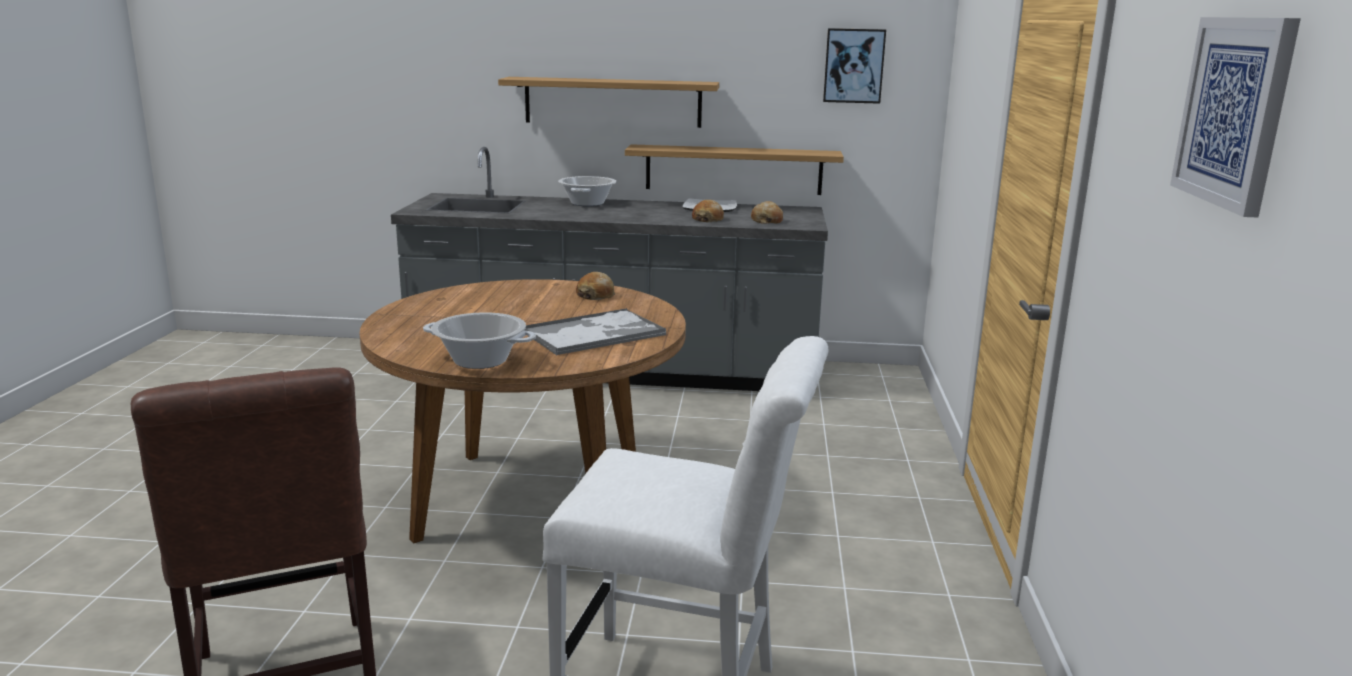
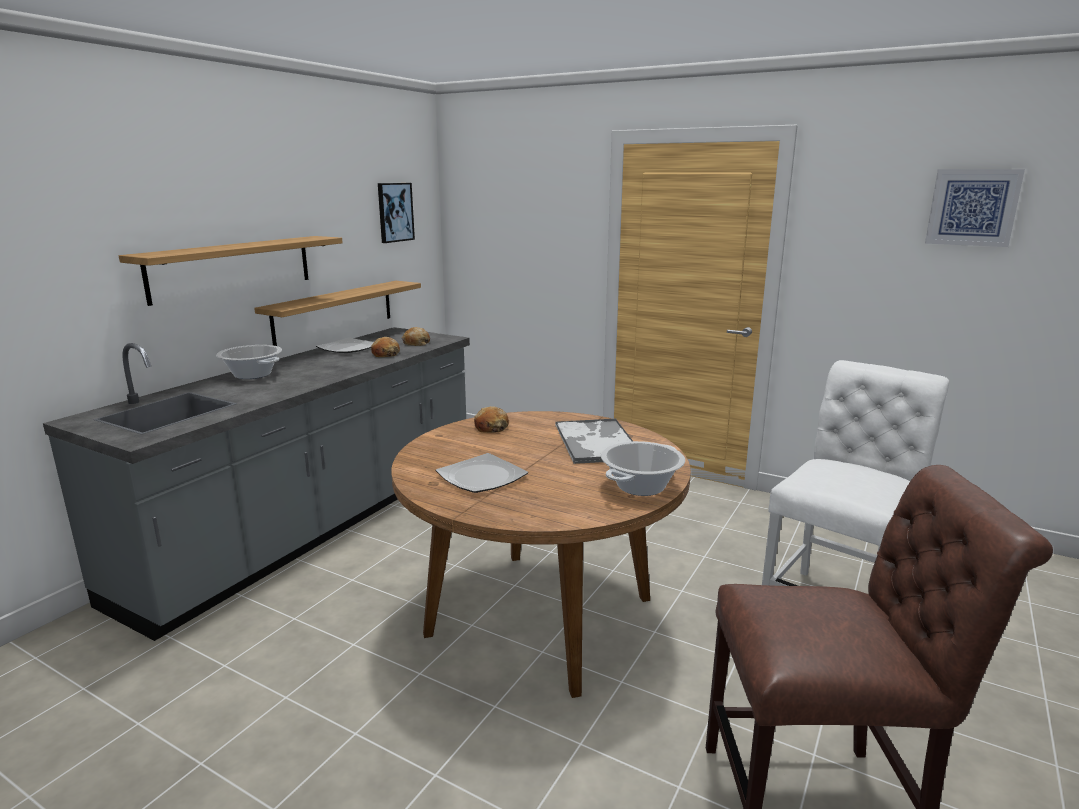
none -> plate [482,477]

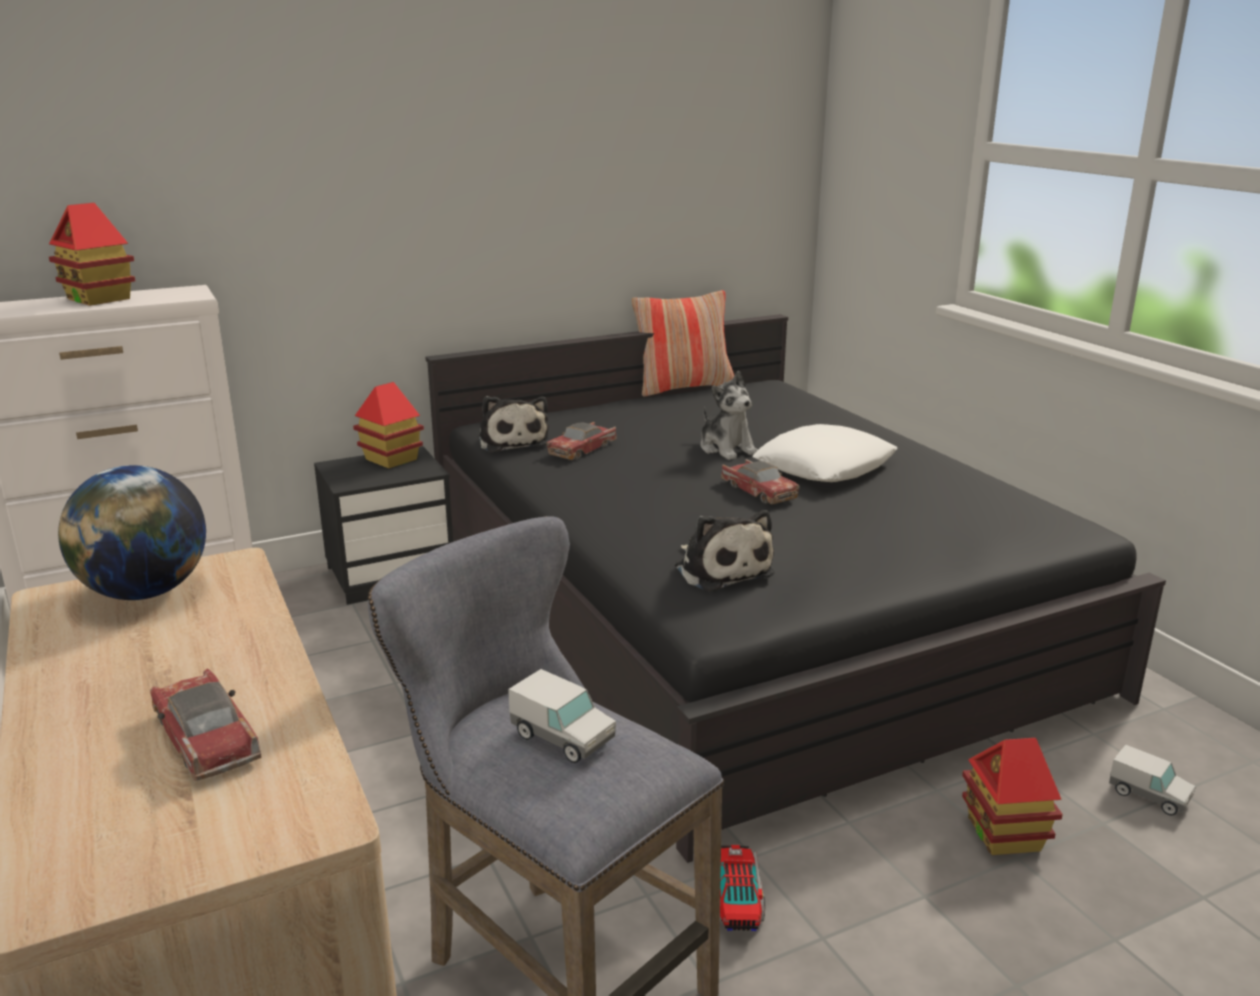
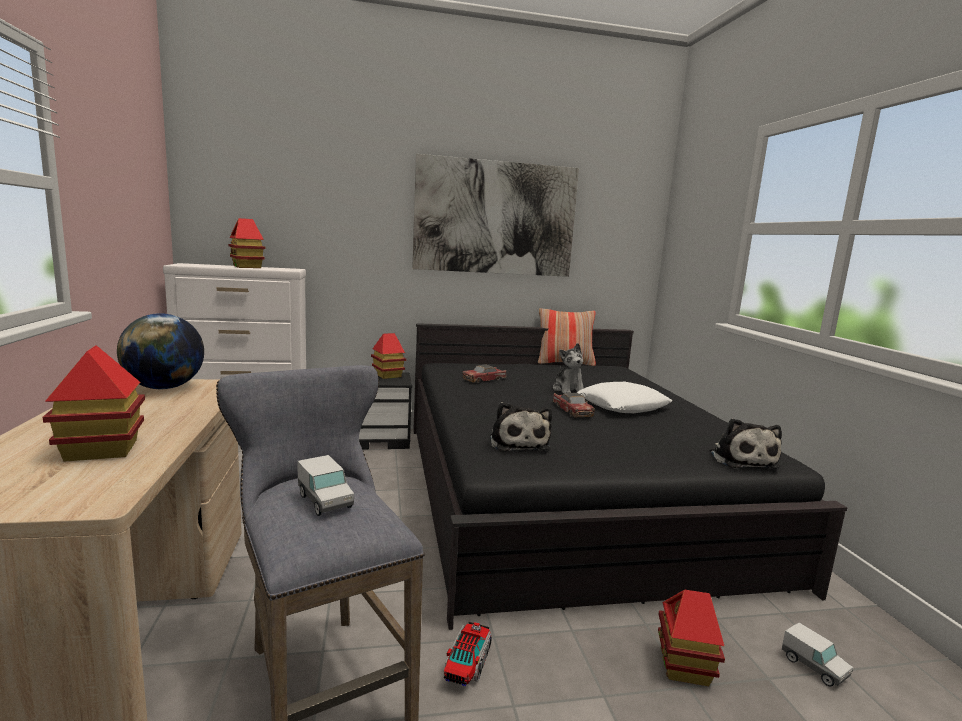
model car [206,738] -> model house [101,450]
none -> wall picture [495,218]
soft toy [512,441] -> soft toy [741,459], moved

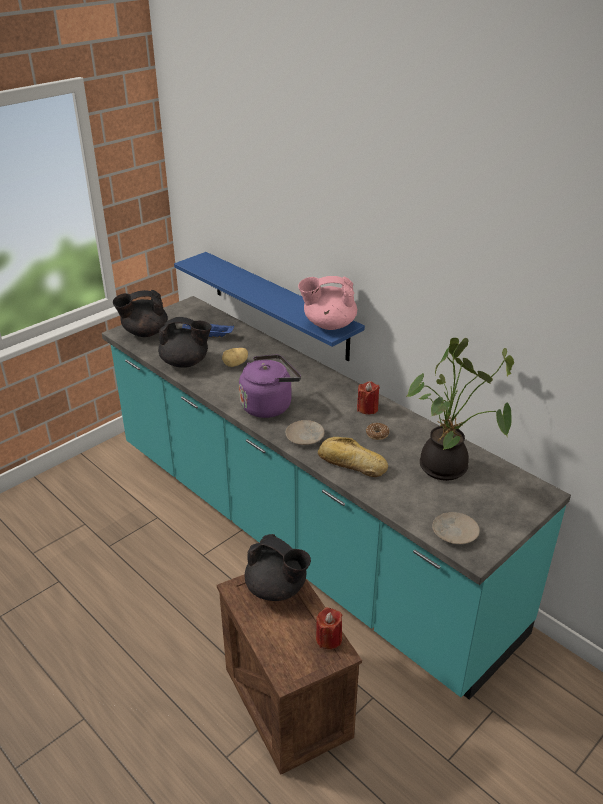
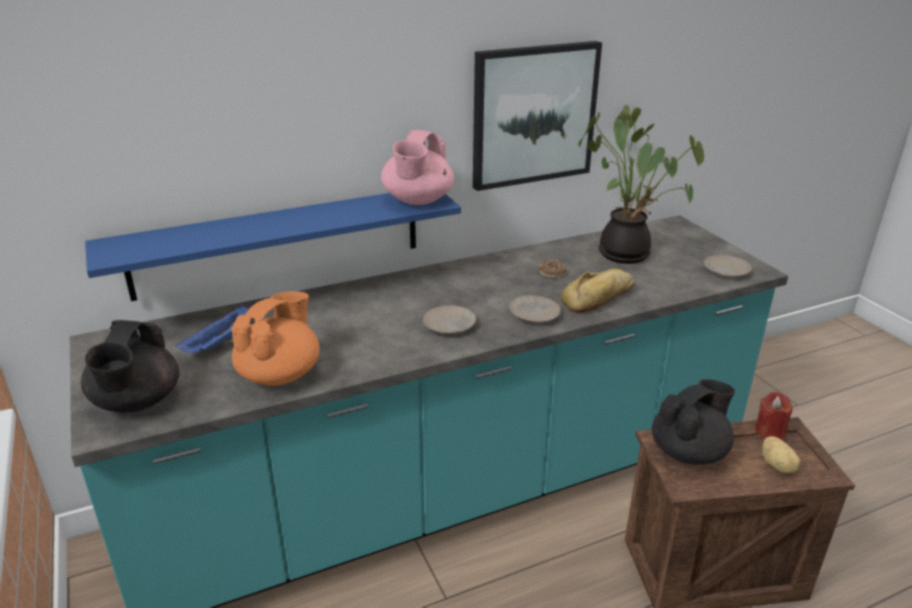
black pot for tea [185,362] -> orange pot for tea [280,374]
purple water kettle [269,405] -> sand-coloured plate [450,326]
none -> wall picture [533,115]
whole potato [235,364] -> whole potato [778,465], moved
red candle [367,408] -> none

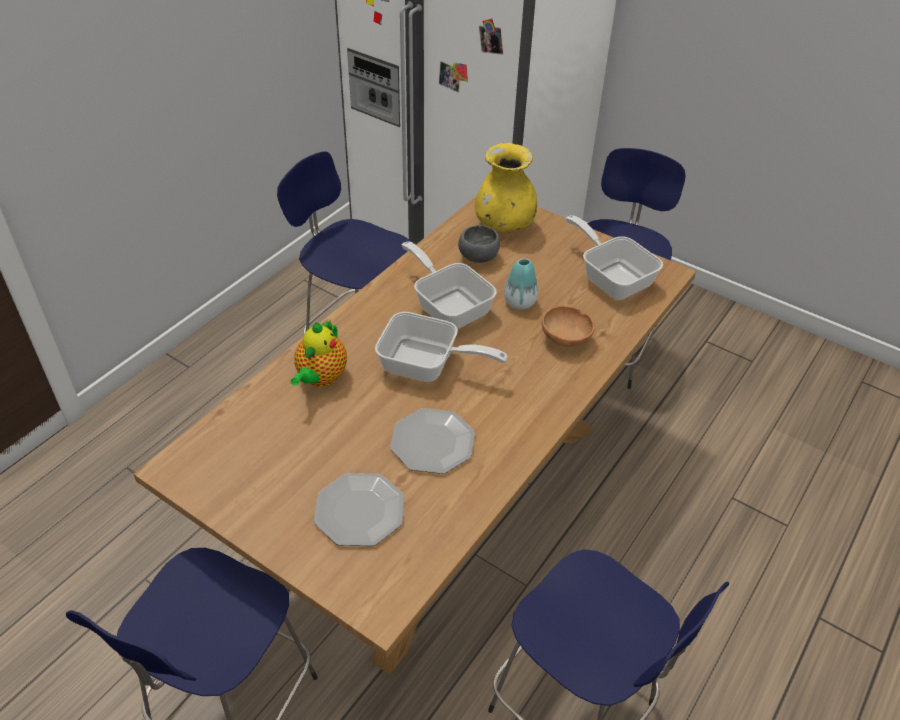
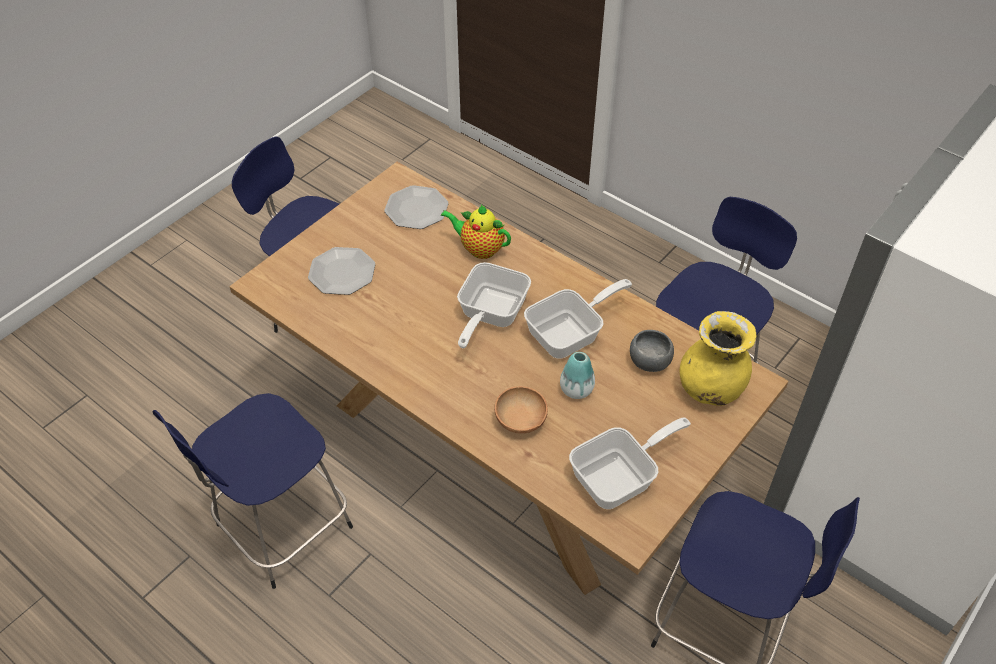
plate [432,442] -> plate [416,209], moved

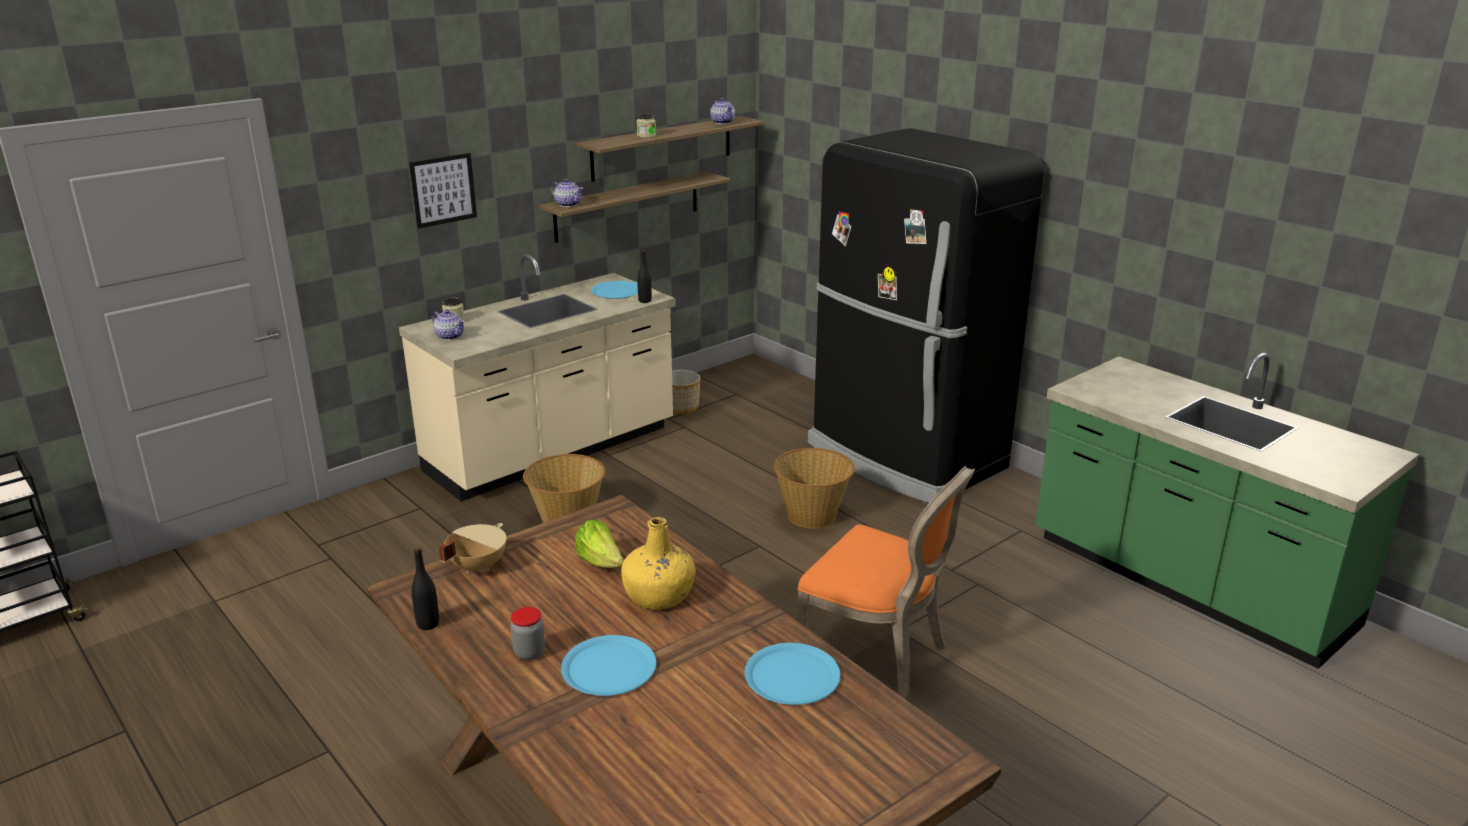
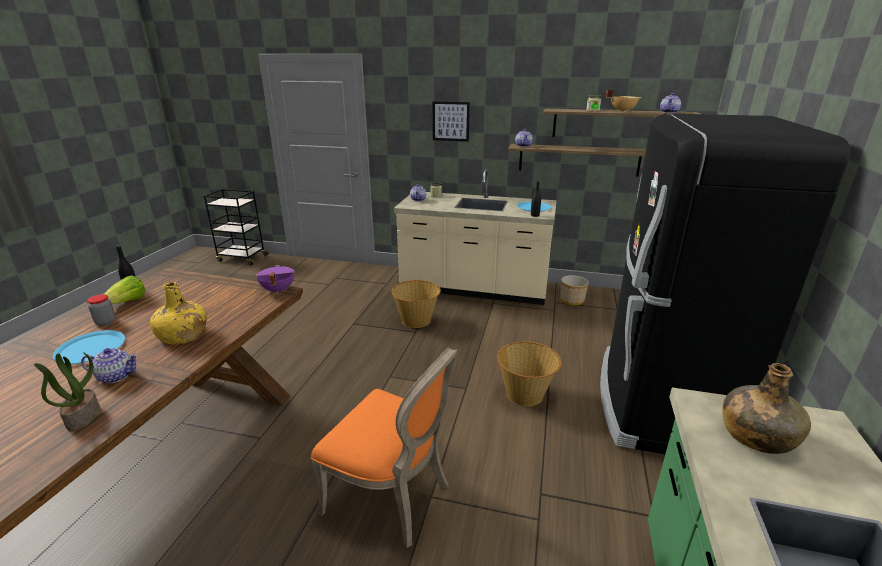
bluish plate [792,675] -> plant in a pot [82,416]
none -> pot for tea [116,376]
lettuce [601,563] -> lettuce [127,302], moved
none -> purple cooking pot [277,290]
orange upright chair [878,653] -> orange upright chair [393,497], 60 degrees counterclockwise
sand-coloured cooking pot [476,566] -> sand-coloured cooking pot [622,111], moved
none -> green drink bottle [756,435]

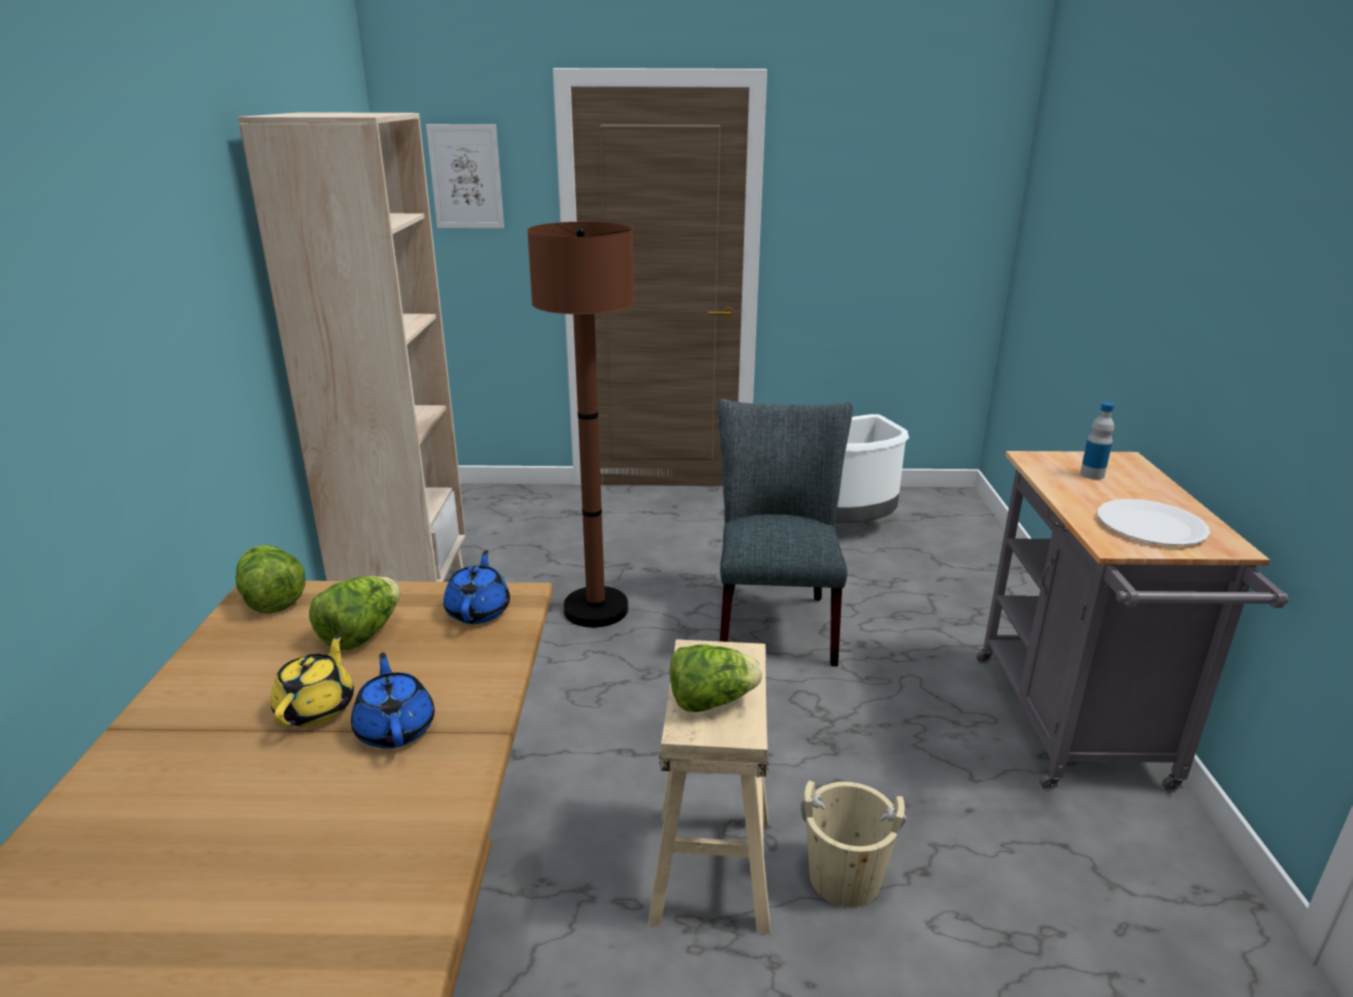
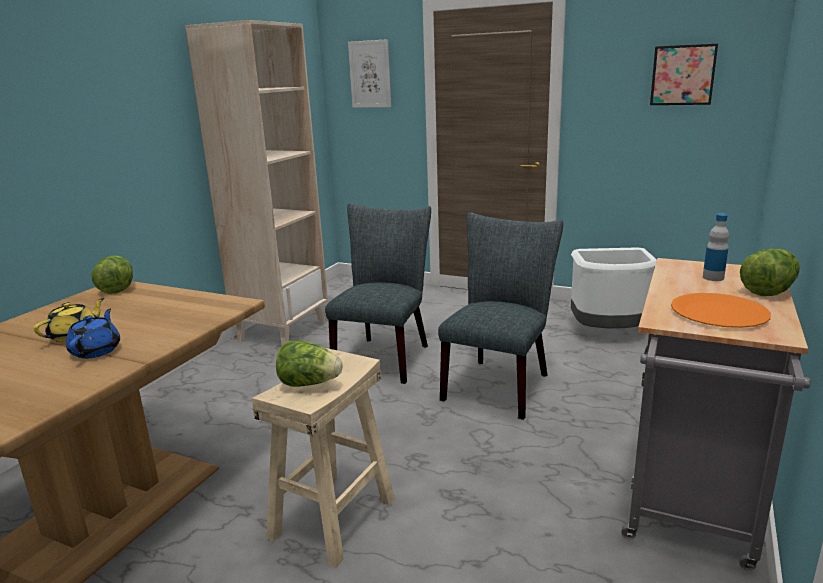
brownish standing lamp [596,609] -> grey upright chair [385,356]
none -> wall picture [683,75]
white-coloured plate [1150,525] -> orange plate [718,313]
lettuce [361,634] -> lettuce [769,291], moved
bluish pot for tea [479,611] -> none
sand-coloured bucket [844,877] -> none

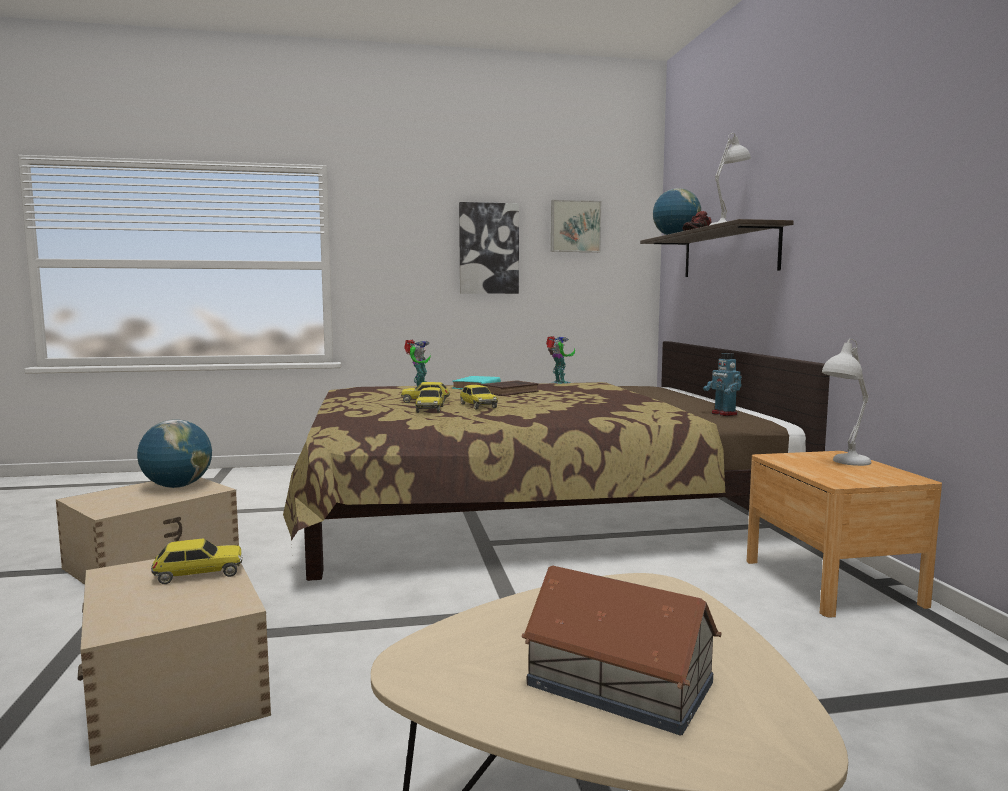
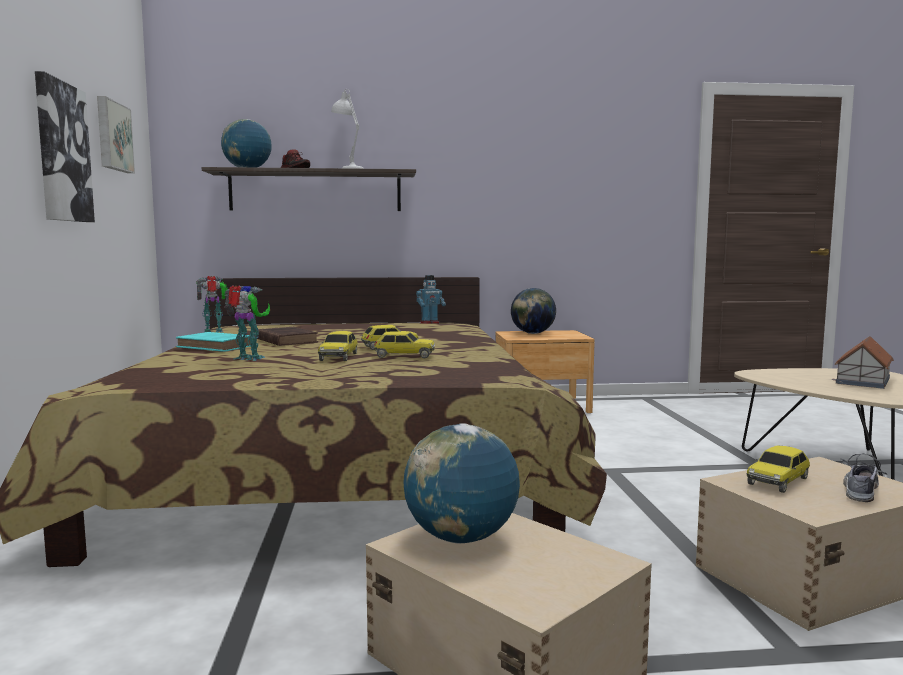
white-coloured lamp for a table [843,463] -> globe [532,333]
model car [198,573] -> model car [778,481], 120 degrees counterclockwise
none -> shoe [860,491]

